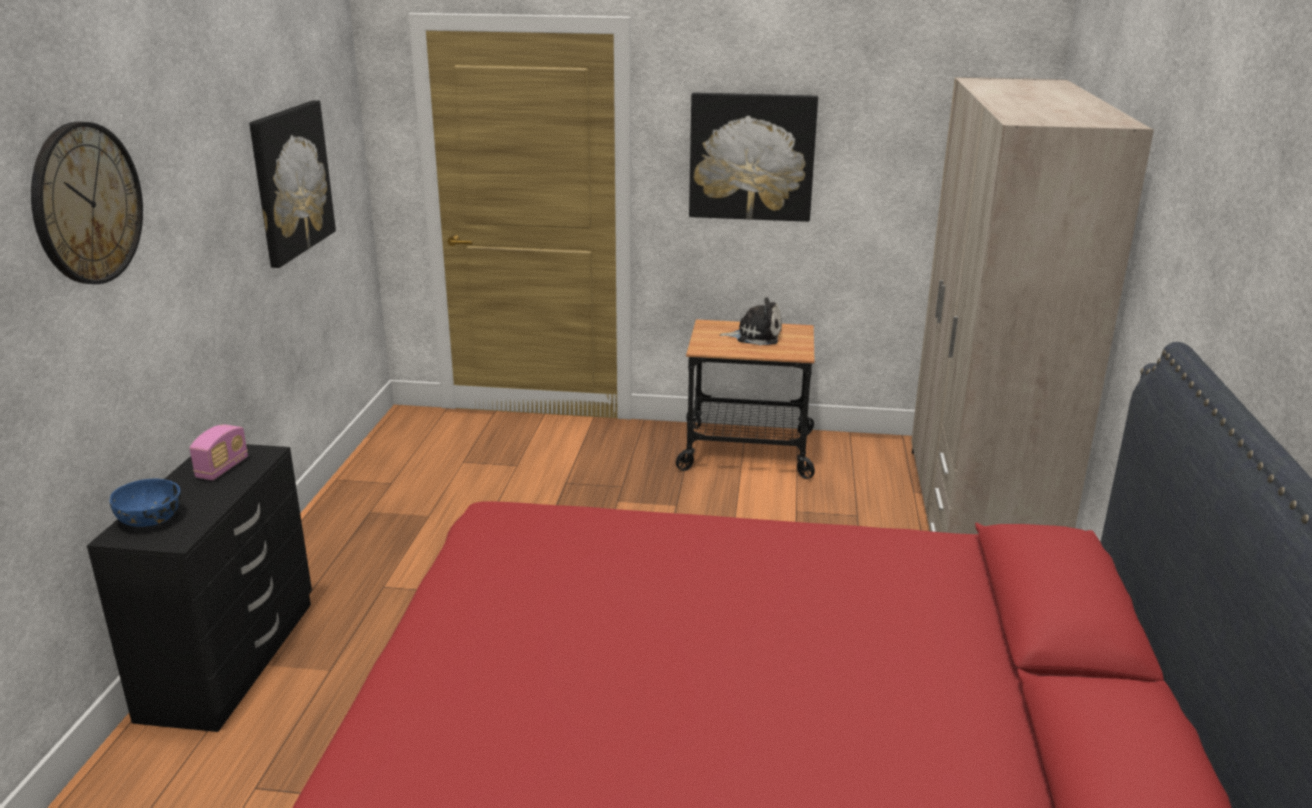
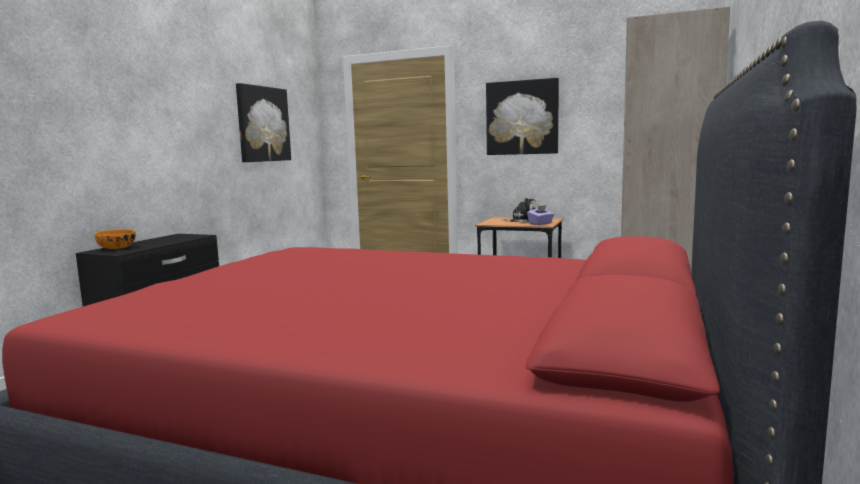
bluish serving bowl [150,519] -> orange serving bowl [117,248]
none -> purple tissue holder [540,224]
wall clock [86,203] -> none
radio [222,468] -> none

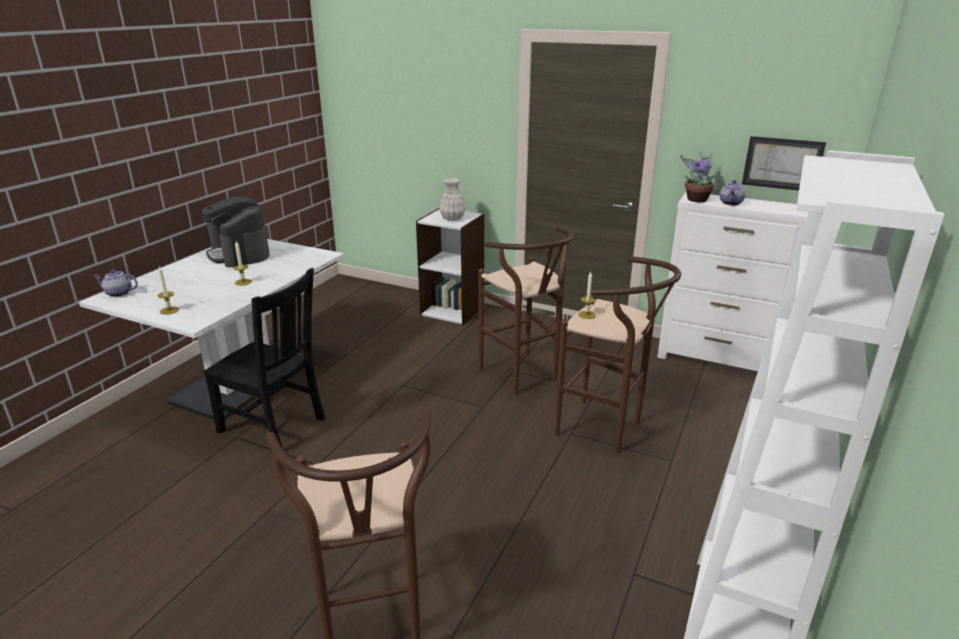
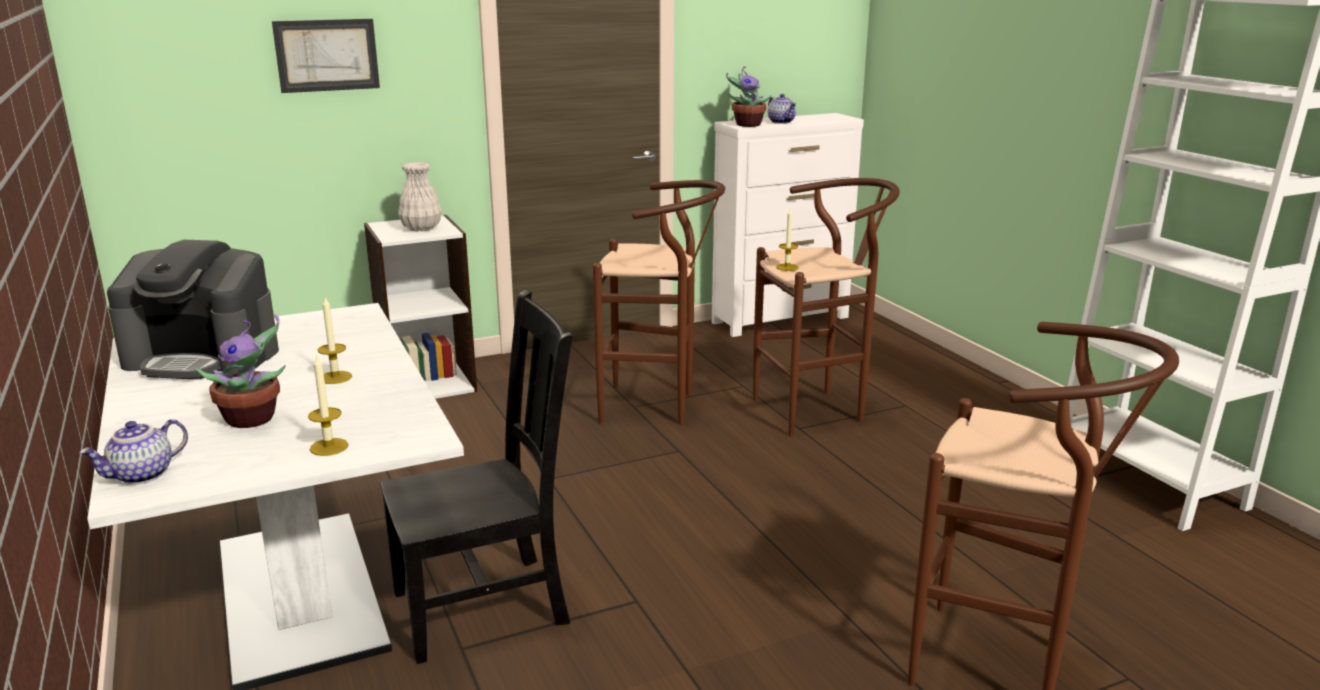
none -> plant in a pot [253,419]
wall picture [782,163] -> wall picture [327,55], moved

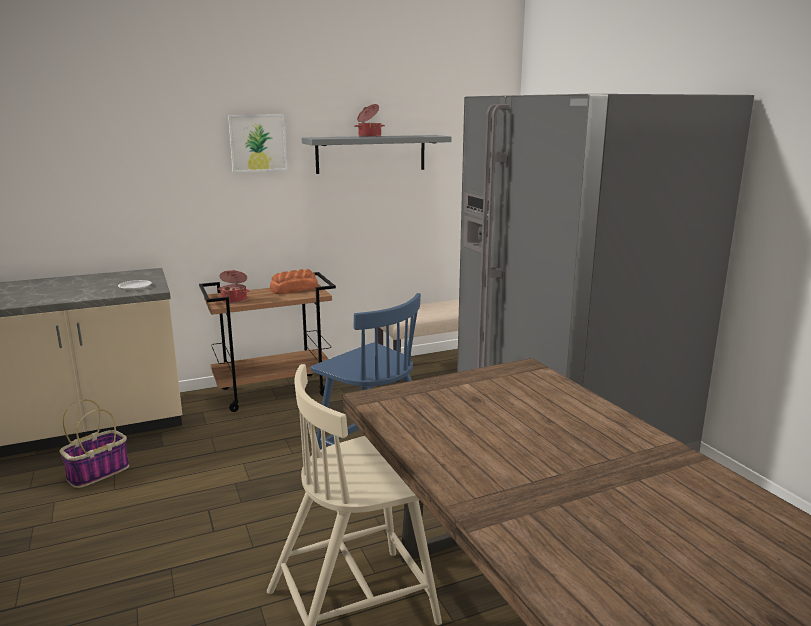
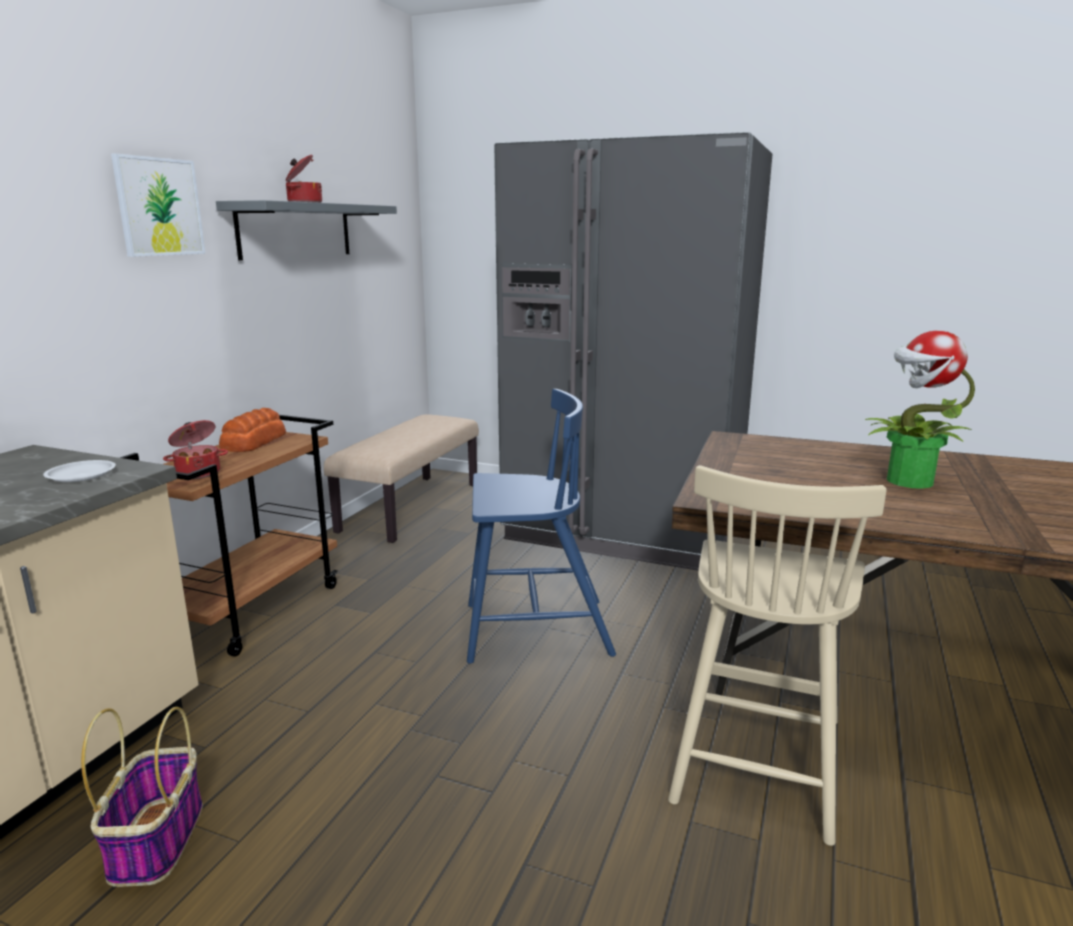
none -> plant in a pot [907,481]

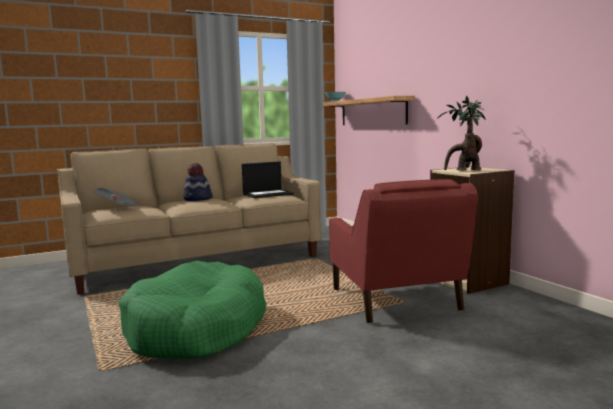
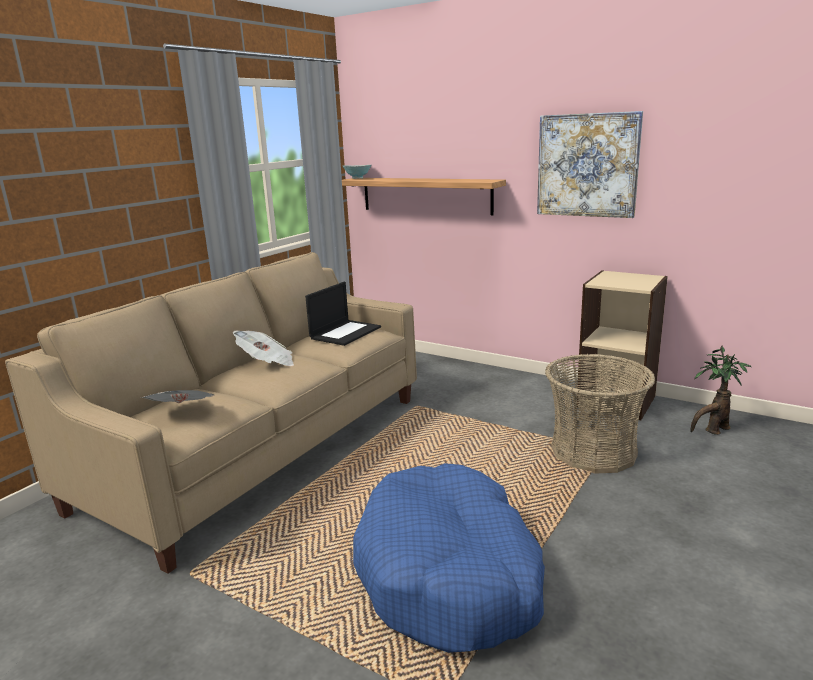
hat [198,199] -> printed paper [267,363]
green pet bed [196,329] -> bluish pet bed [450,574]
none -> wall picture [587,165]
red armchair [395,301] -> basket [593,451]
plant in a pot [464,170] -> plant in a pot [713,430], moved

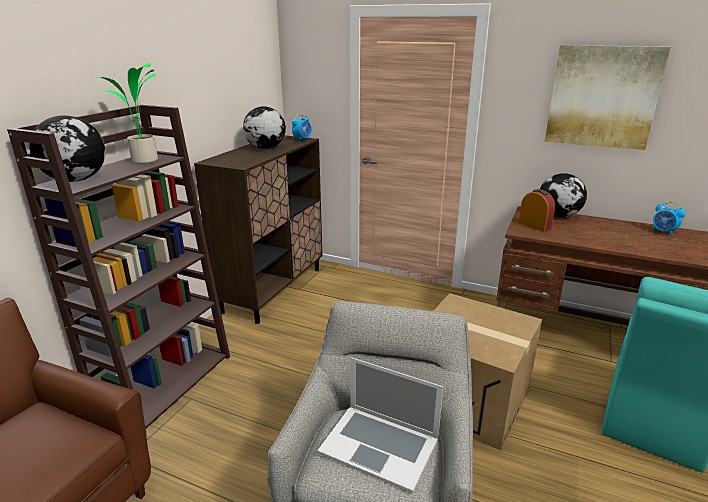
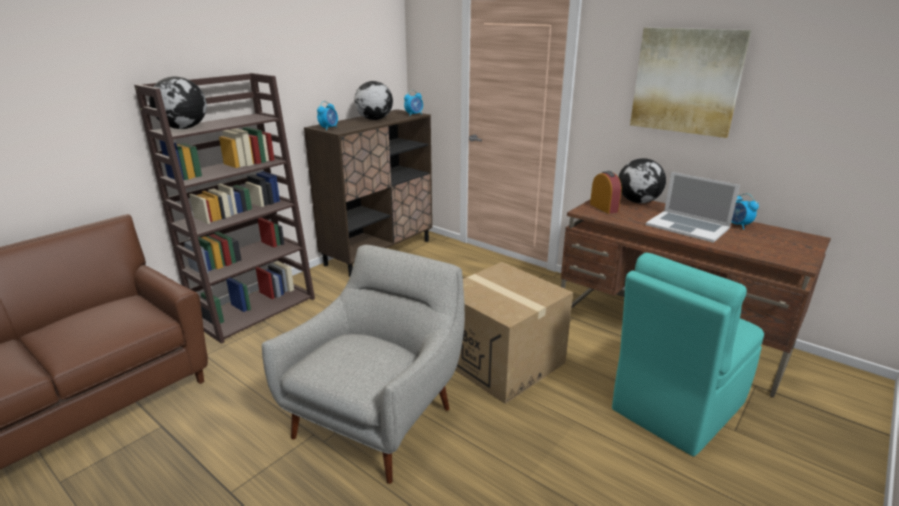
none -> bedside clock [329,128]
laptop [379,445] -> laptop [687,226], moved
plant in a pot [144,161] -> none

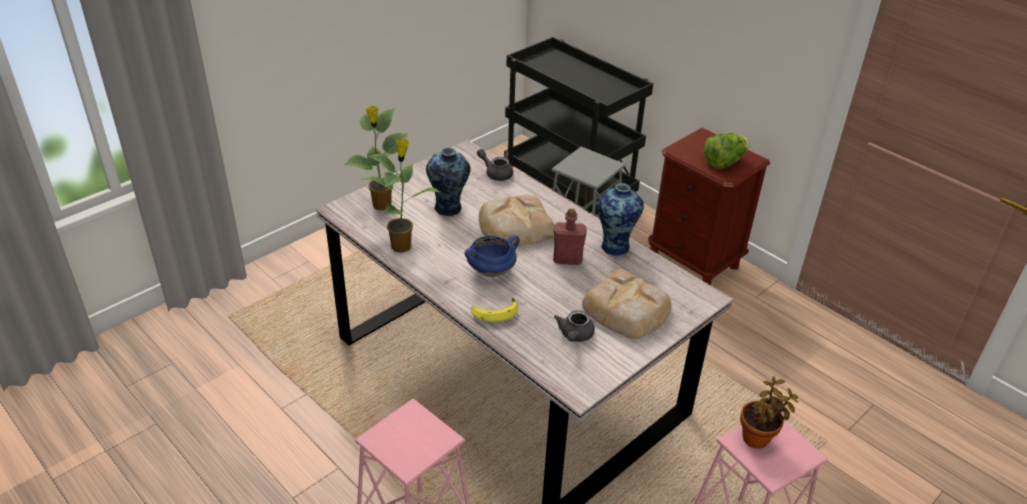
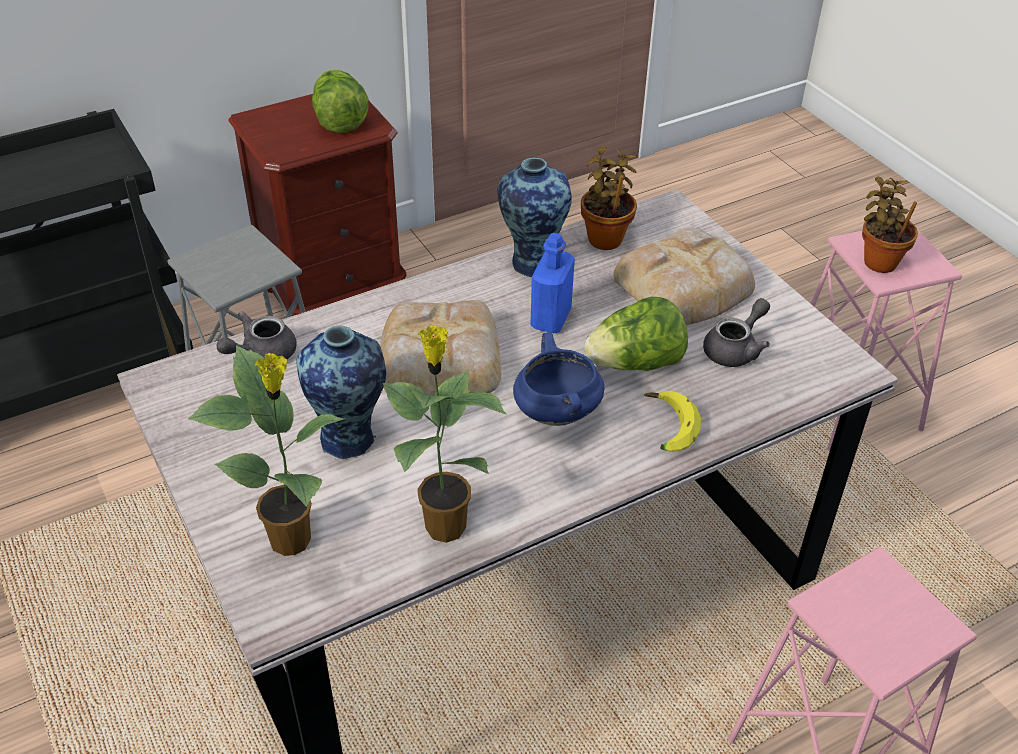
red drink bottle [567,259] -> bluish drink bottle [551,318]
none -> plant in a pot [605,237]
none -> lettuce [635,364]
grey pot for tea [574,336] -> grey pot for tea [735,349], 75 degrees counterclockwise

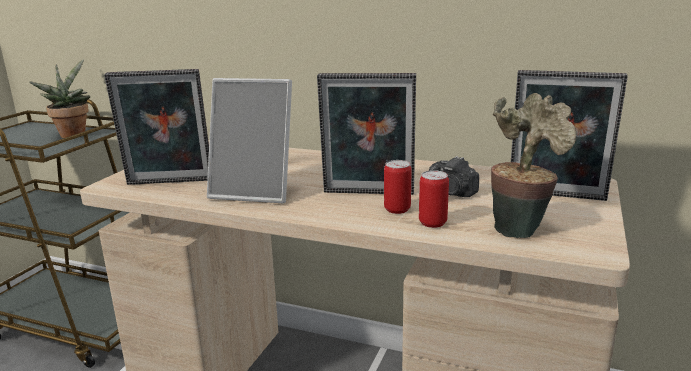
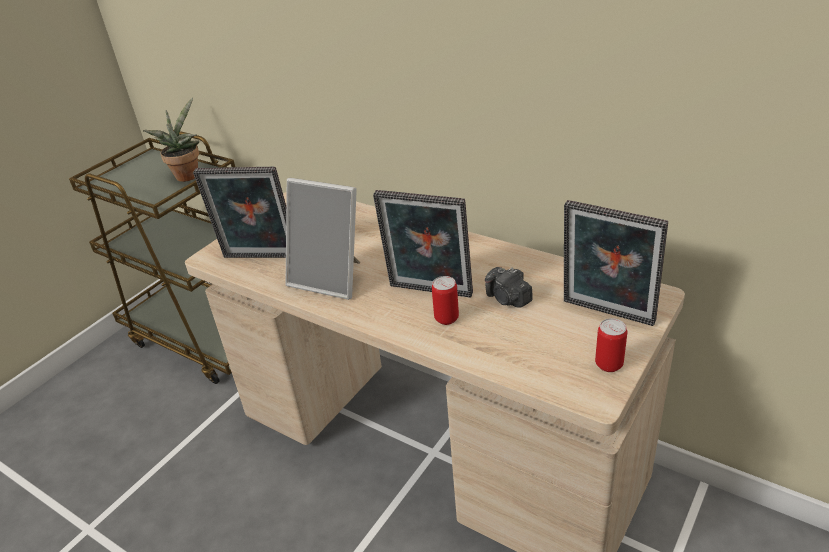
sealed can [432,223] -> sealed can [609,364], moved
plant in a pot [520,227] -> none

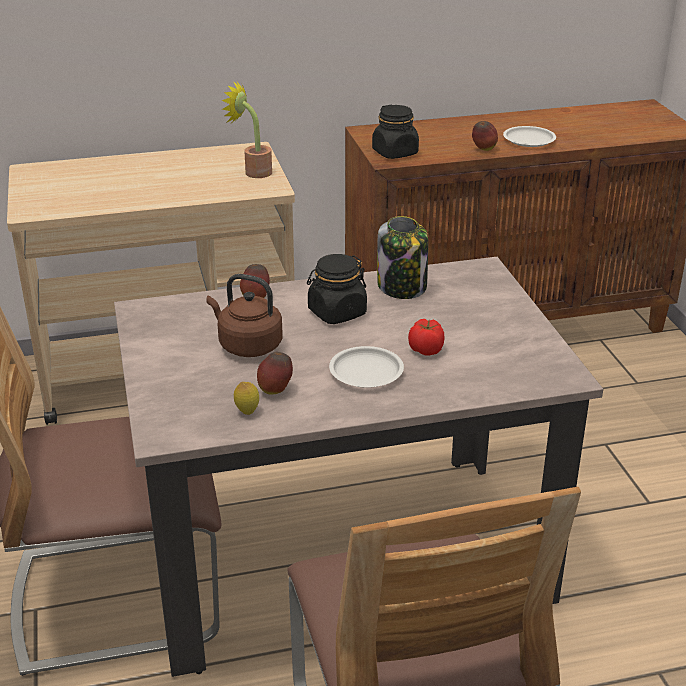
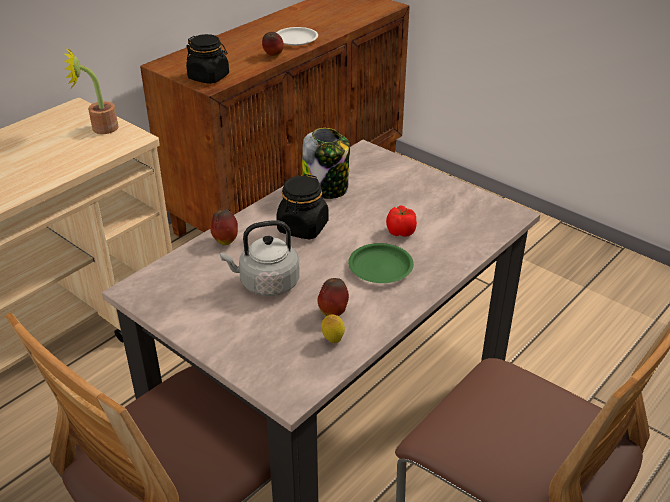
brownish water kettle [247,345] -> grey water kettle [266,284]
white-coloured plate [367,372] -> green plate [381,267]

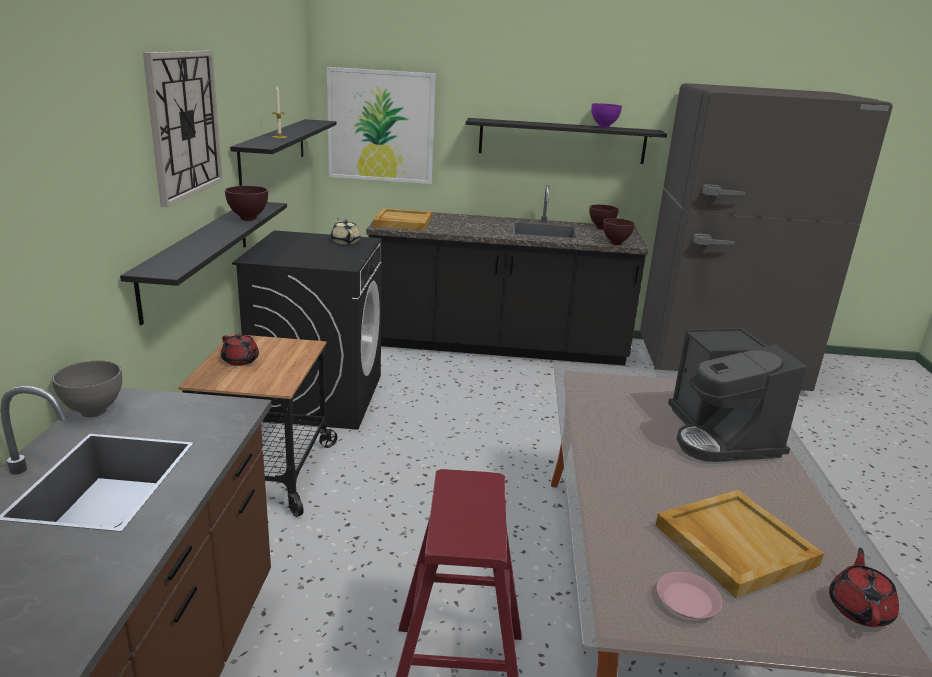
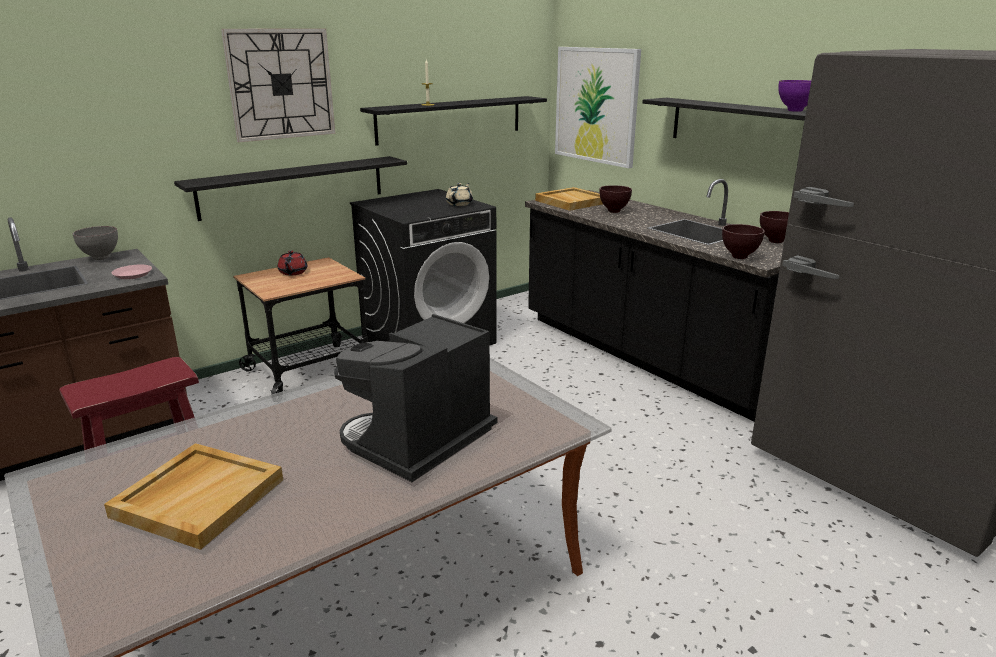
pink-coloured plate [687,600] -> pink-coloured plate [132,274], moved
brownish serving bowl [249,219] -> brownish serving bowl [614,211], moved
red pot for tea [859,609] -> none

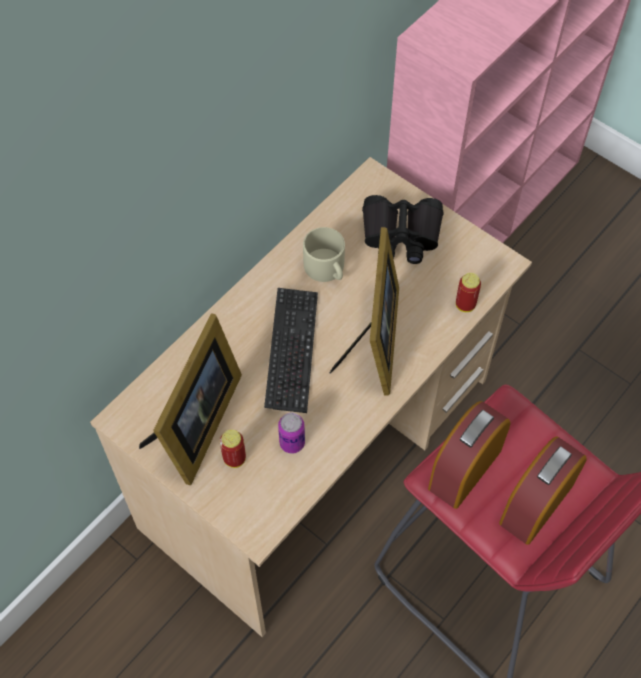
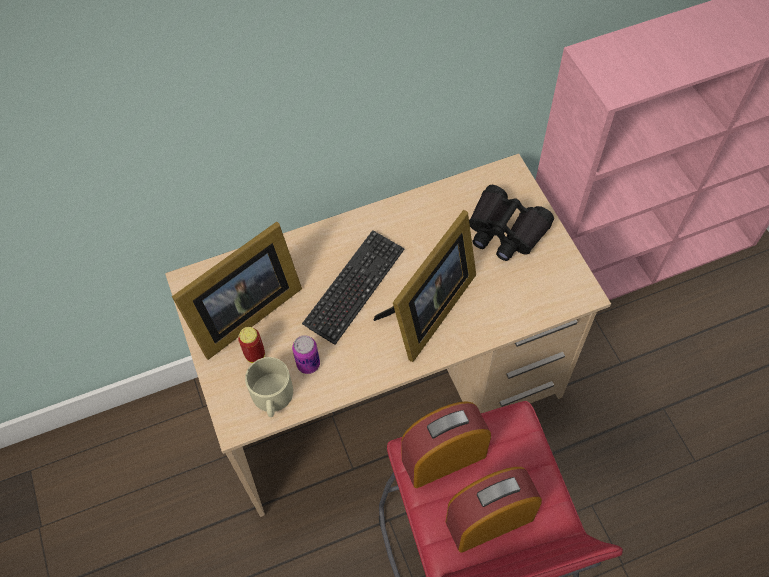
sand-coloured mug [326,269] -> sand-coloured mug [272,398], moved
sealed can [465,304] -> none

